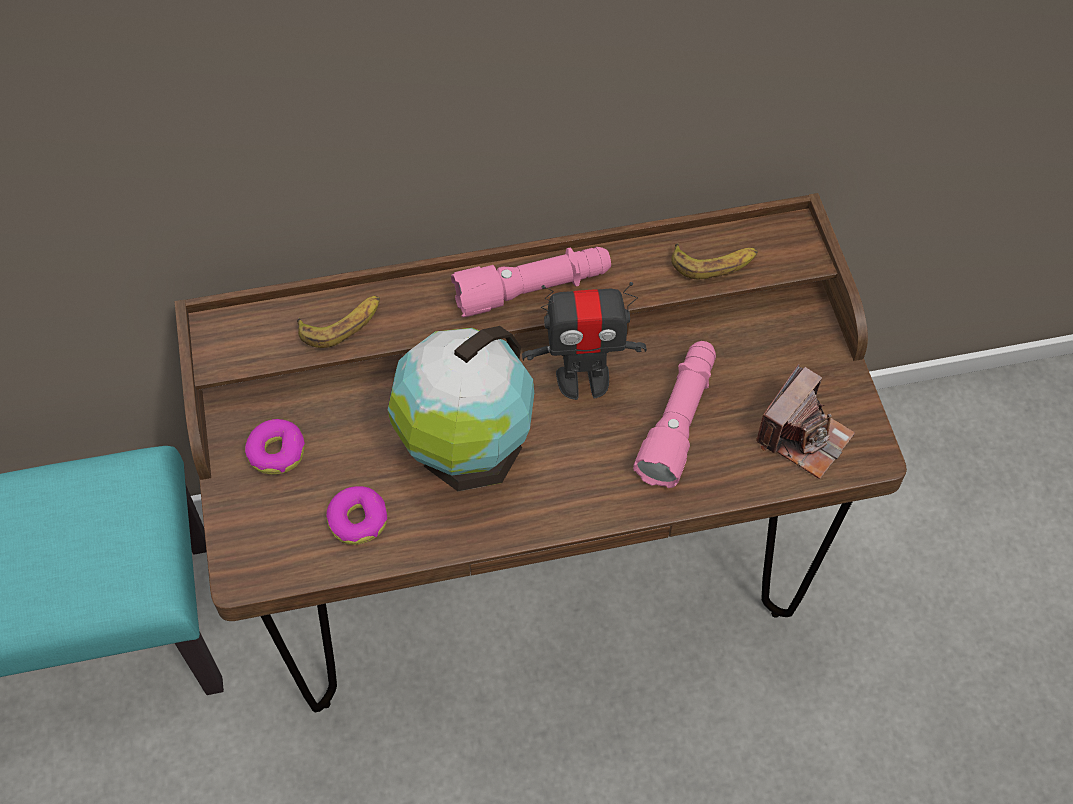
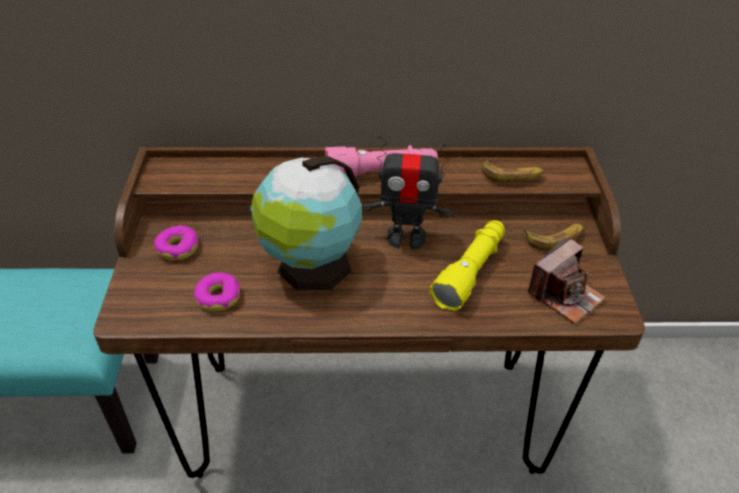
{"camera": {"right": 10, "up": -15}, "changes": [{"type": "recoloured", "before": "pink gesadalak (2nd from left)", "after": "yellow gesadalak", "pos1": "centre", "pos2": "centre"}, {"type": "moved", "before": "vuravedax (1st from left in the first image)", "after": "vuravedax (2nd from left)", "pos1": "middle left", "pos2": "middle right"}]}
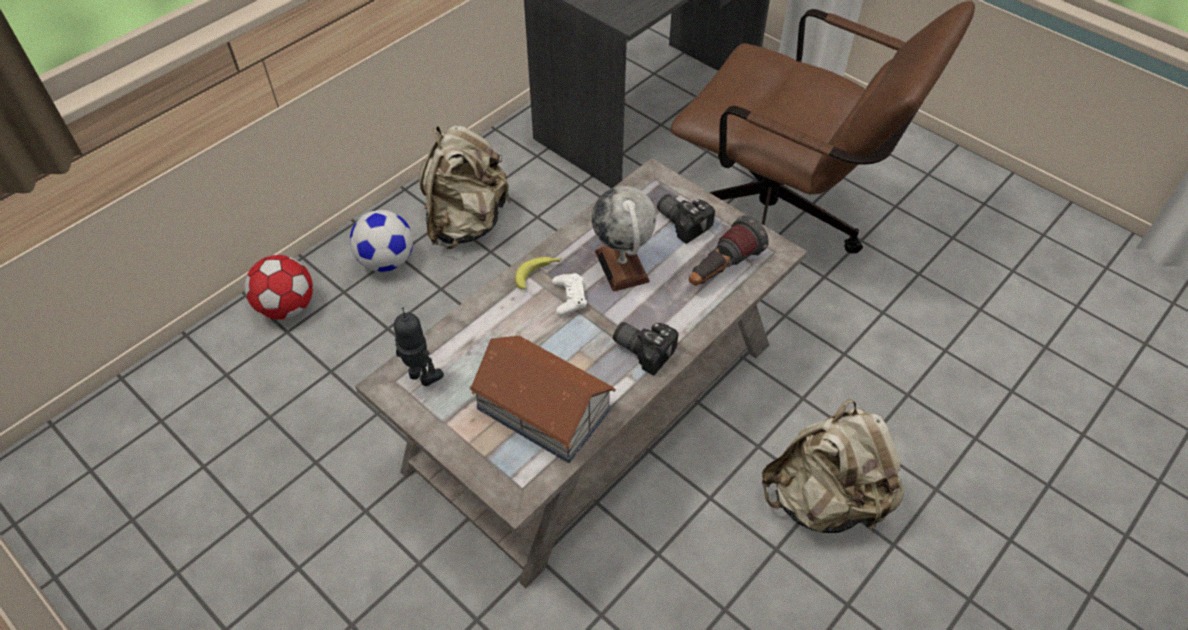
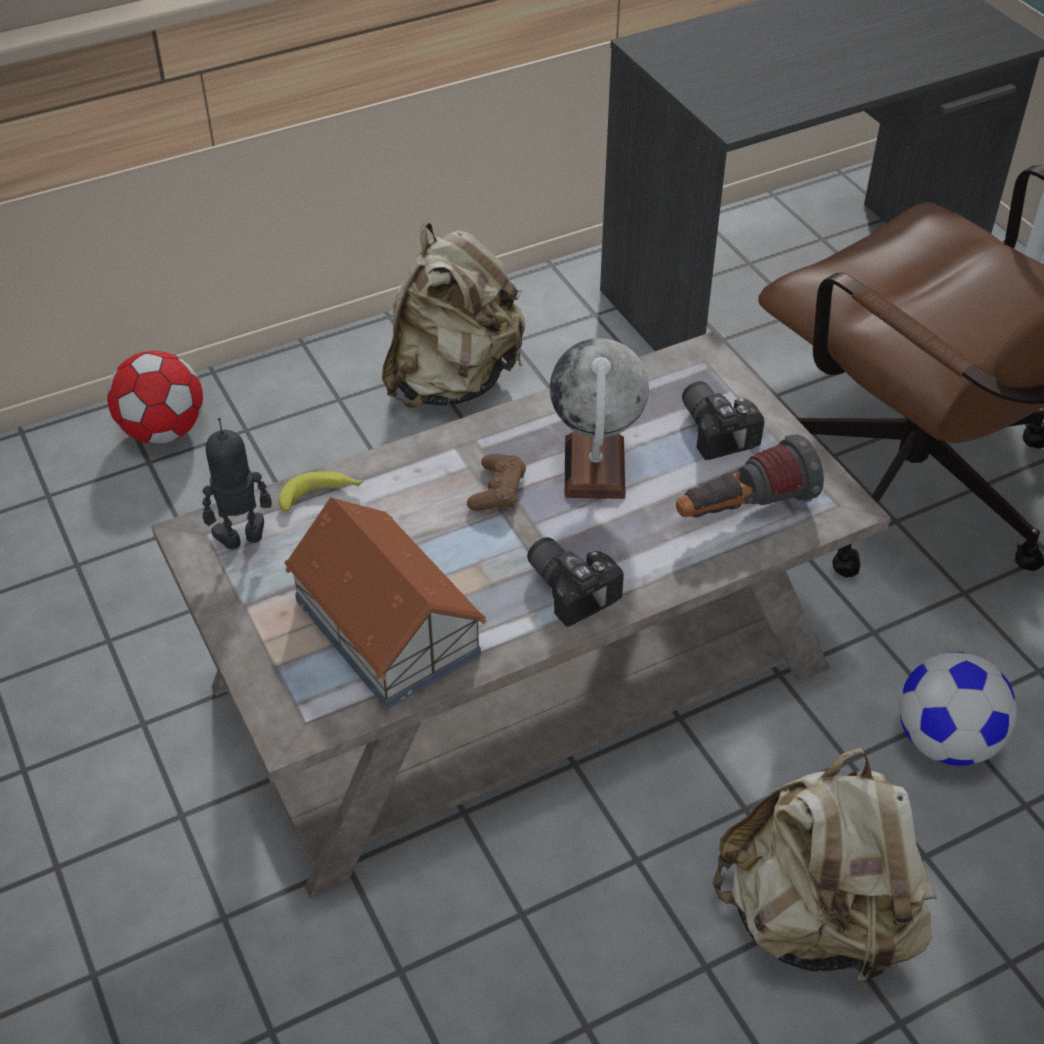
{"camera": {"right": 20, "up": -5}, "changes": [{"type": "turned", "before": "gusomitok", "pos1": "centre", "pos2": "middle left", "turn": -75}, {"type": "moved", "before": "vuravedax", "pos1": "centre", "pos2": "middle left"}, {"type": "recoloured", "before": "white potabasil", "after": "brown potabasil", "pos1": "centre", "pos2": "centre"}, {"type": "moved", "before": "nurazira (2nd from left)", "pos1": "middle left", "pos2": "bottom right"}]}
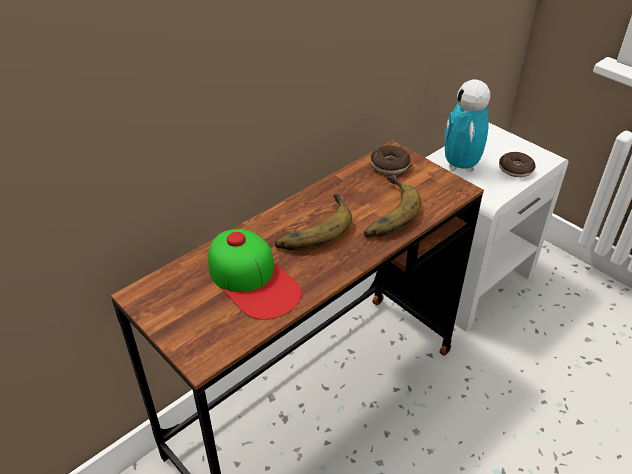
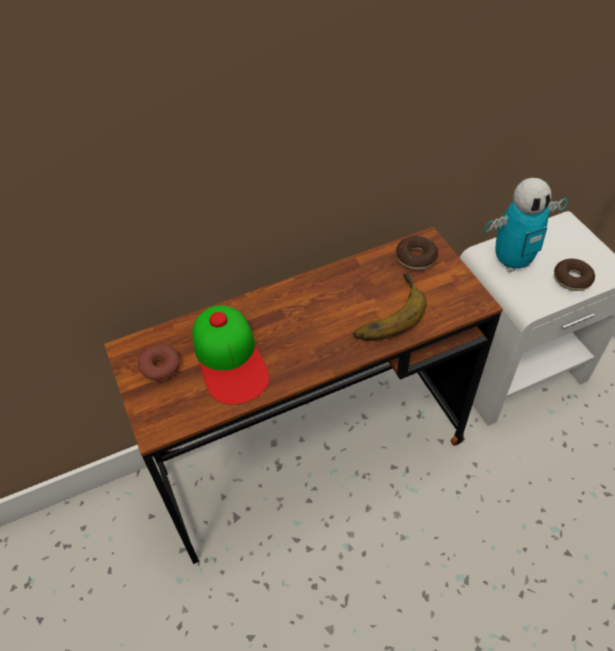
{"camera": {"right": 20, "up": 10}, "changes": [{"type": "added", "after": "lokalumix (1st from left)", "pos2": "middle left"}, {"type": "turned", "before": "gusomitok", "pos1": "top right", "pos2": "middle right", "turn": -135}, {"type": "removed", "before": "vuravedax (1st from left)", "pos1": "centre"}]}
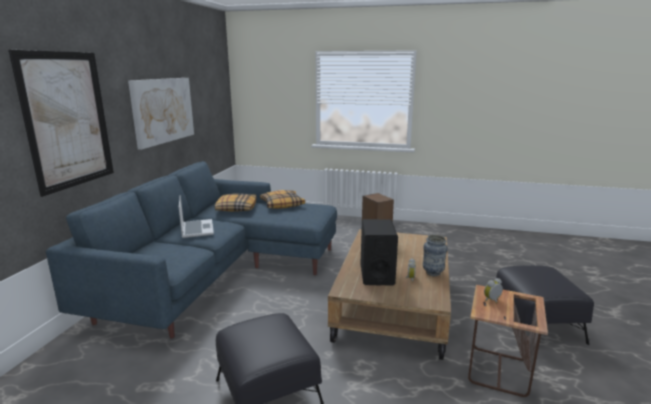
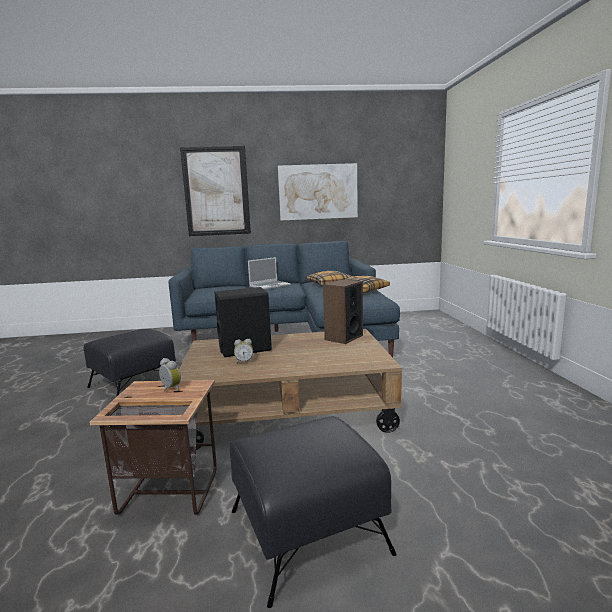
{"camera": {"right": 70, "up": -5}, "changes": [{"type": "removed", "before": "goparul", "pos1": "middle right"}]}
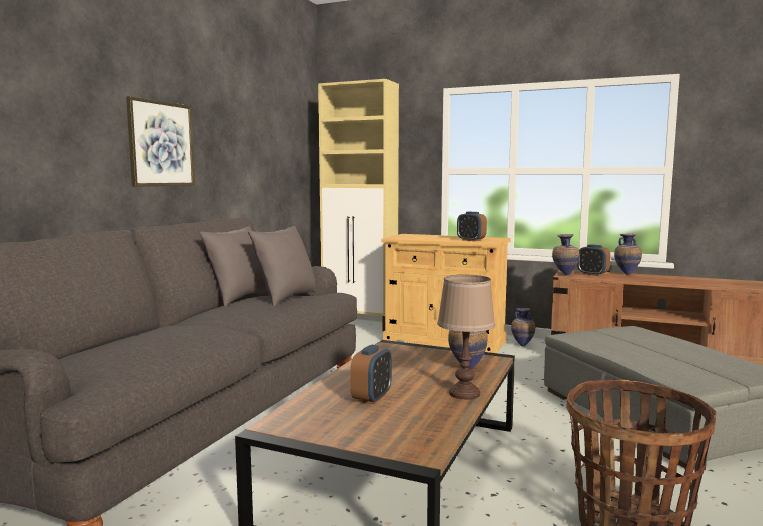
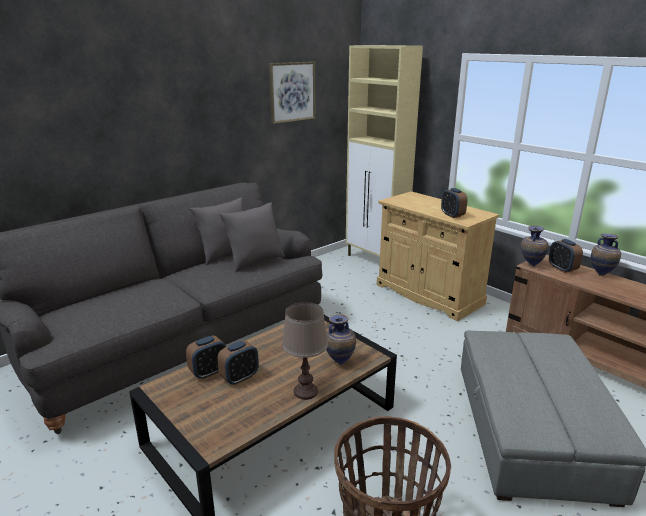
{"camera": {"right": 25, "up": 15}, "changes": [{"type": "added", "after": "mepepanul (1st from left)", "pos2": "bottom left"}, {"type": "moved", "before": "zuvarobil", "pos1": "top left", "pos2": "top centre"}, {"type": "removed", "before": "goparul (2nd from left)", "pos1": "middle right"}]}
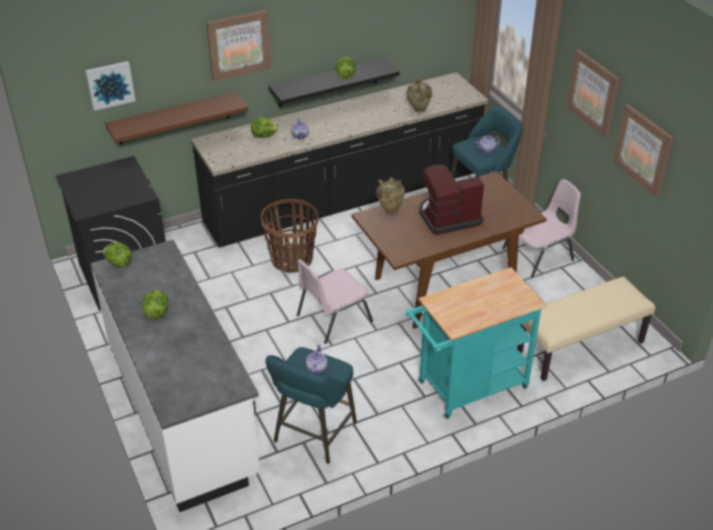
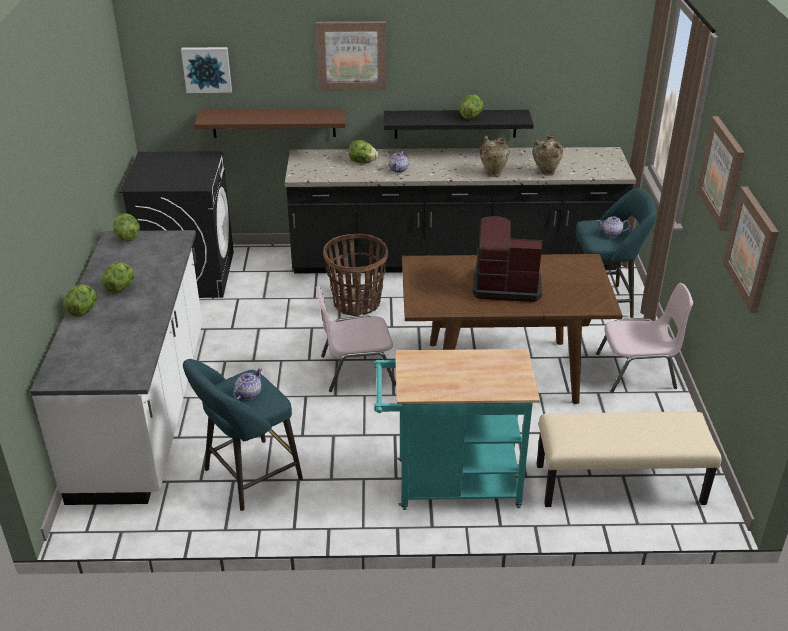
{"camera": {"right": 25, "up": -5}, "changes": [{"type": "added", "after": "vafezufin (1st from left)", "pos2": "middle left"}, {"type": "moved", "before": "beige goparul (1st from left)", "pos1": "centre", "pos2": "top centre"}]}
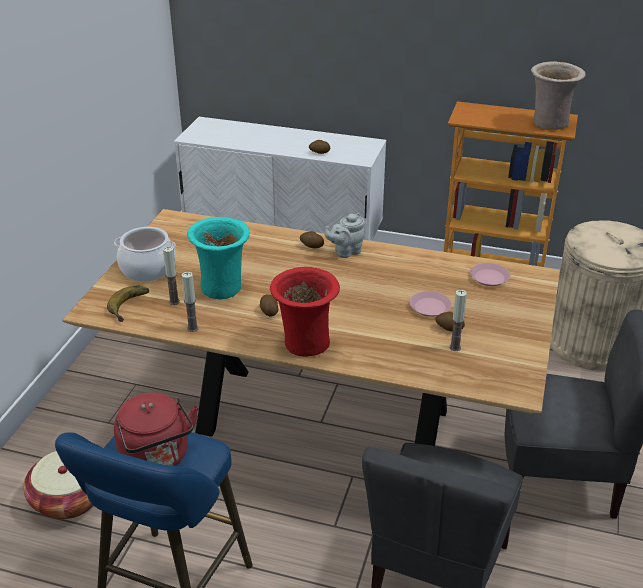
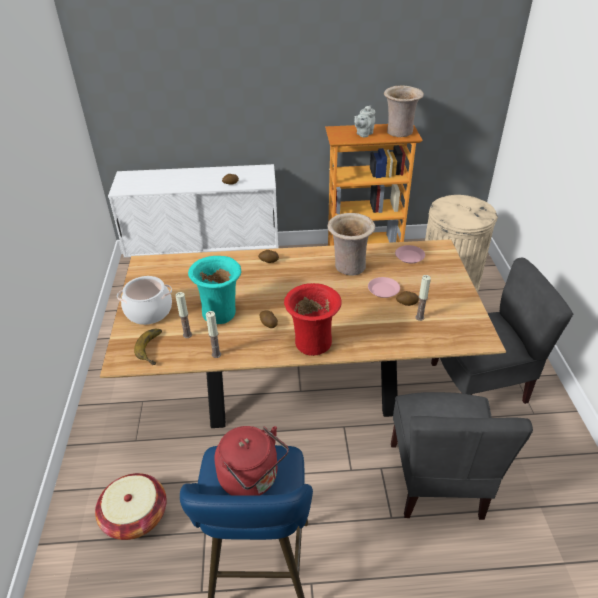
{"camera": {"right": -20, "up": 5}, "changes": [{"type": "added", "after": "beige goparul (1st from left)", "pos2": "centre"}, {"type": "moved", "before": "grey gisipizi", "pos1": "centre", "pos2": "top centre"}]}
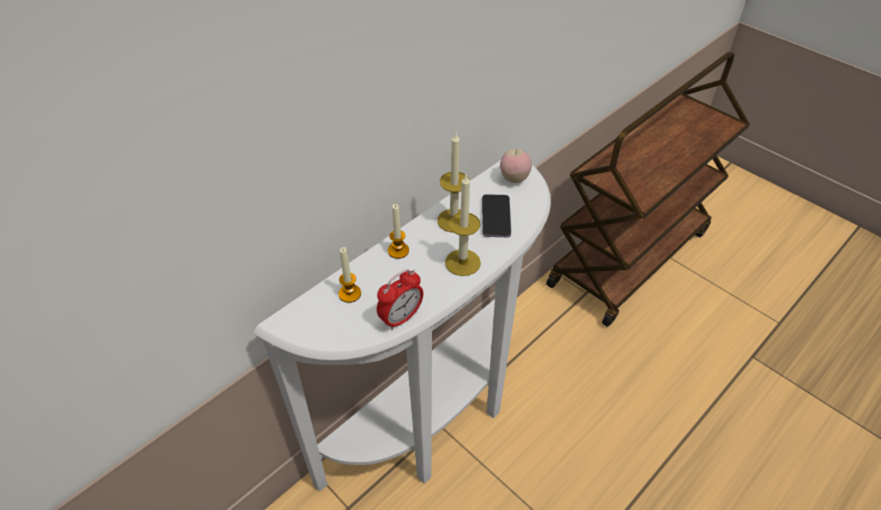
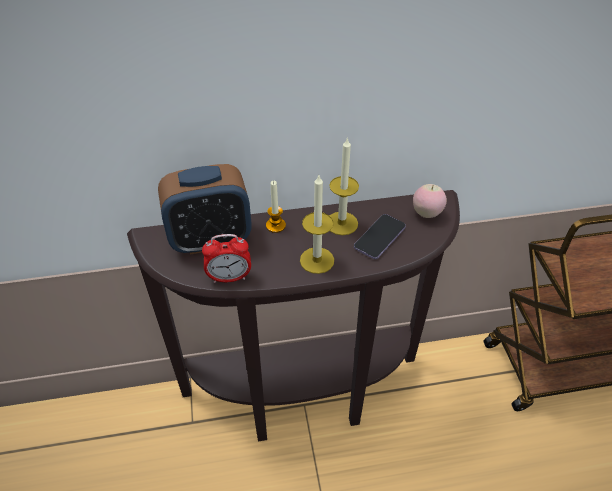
{"camera": {"right": 35, "up": 0}, "changes": [{"type": "recoloured", "before": "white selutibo", "after": "brown selutibo", "pos1": "centre", "pos2": "centre"}, {"type": "replaced", "before": "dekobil (1st from left)", "after": "mepepanul (1st from left)", "pos1": "centre", "pos2": "centre"}]}
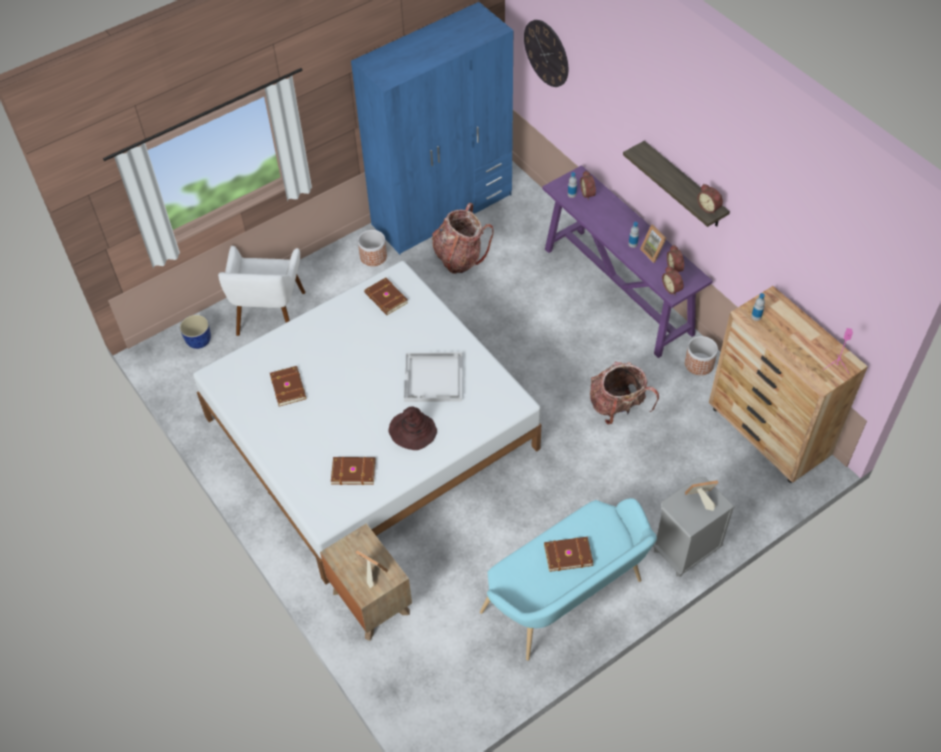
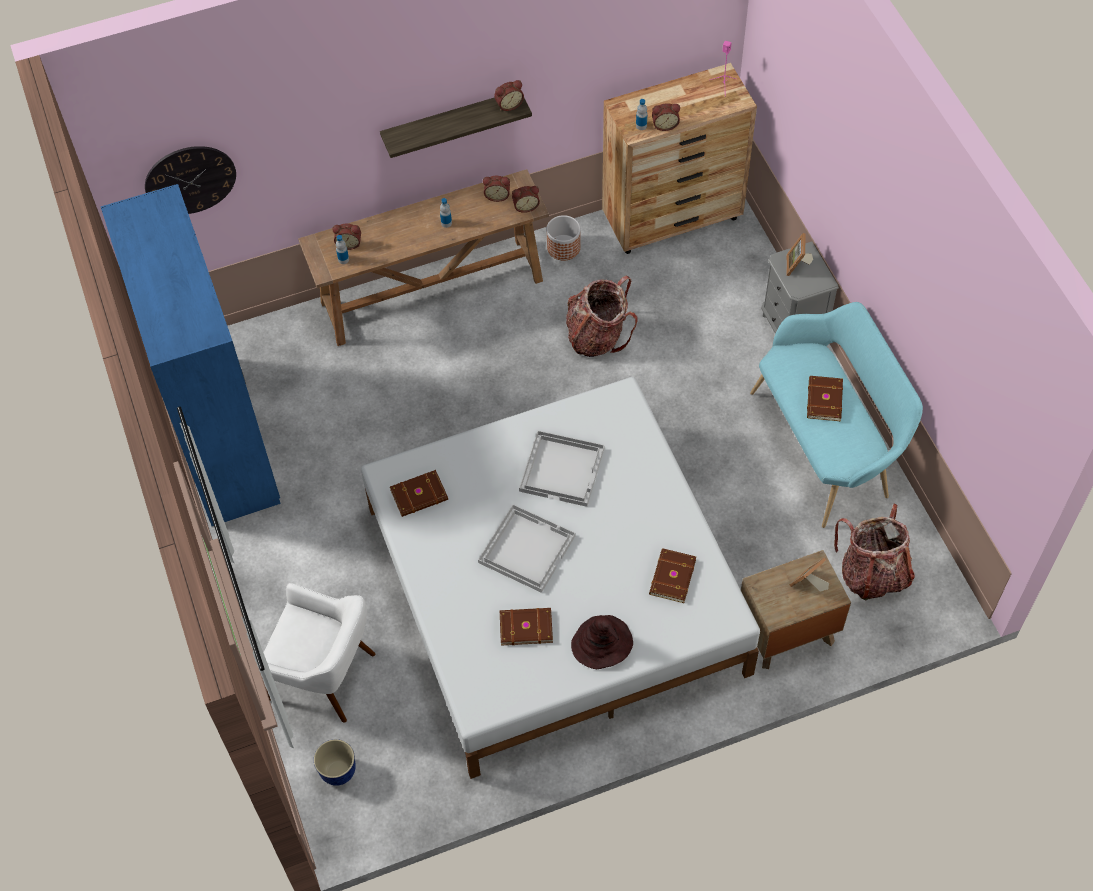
{"camera": {"right": -75, "up": 5}, "changes": [{"type": "recoloured", "before": "purple selutibo", "after": "brown selutibo", "pos1": "centre", "pos2": "top centre"}, {"type": "added", "after": "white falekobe (1st from left)", "pos2": "centre"}, {"type": "moved", "before": "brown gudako", "pos1": "centre", "pos2": "bottom centre"}, {"type": "added", "after": "mepepanul (5th from left)", "pos2": "top centre"}, {"type": "moved", "before": "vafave (1st from left in the first image)", "after": "vafave (2nd from left)", "pos1": "top centre", "pos2": "middle right"}, {"type": "removed", "before": "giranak (2nd from left)", "pos1": "top centre"}, {"type": "removed", "before": "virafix (2nd from left)", "pos1": "top right"}]}
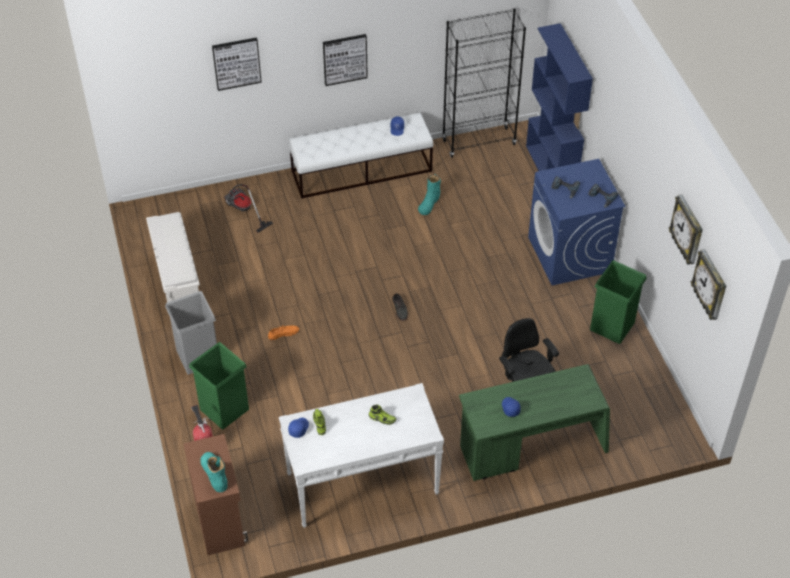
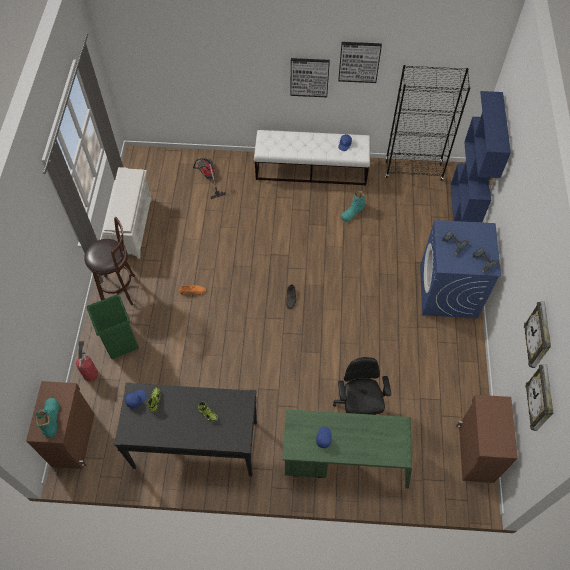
{"camera": {"right": 20, "up": 10}, "changes": [{"type": "replaced", "before": "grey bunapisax", "after": "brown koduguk", "pos1": "middle left", "pos2": "middle left"}, {"type": "recoloured", "before": "white selutibo", "after": "black selutibo", "pos1": "bottom centre", "pos2": "bottom left"}, {"type": "moved", "before": "zuvarobil (1st from left in the first image)", "after": "zuvarobil (2nd from left)", "pos1": "top left", "pos2": "top centre"}, {"type": "added", "after": "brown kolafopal (2nd from left)", "pos2": "bottom right"}, {"type": "removed", "before": "green bunapisax (2nd from left)", "pos1": "middle right"}]}
